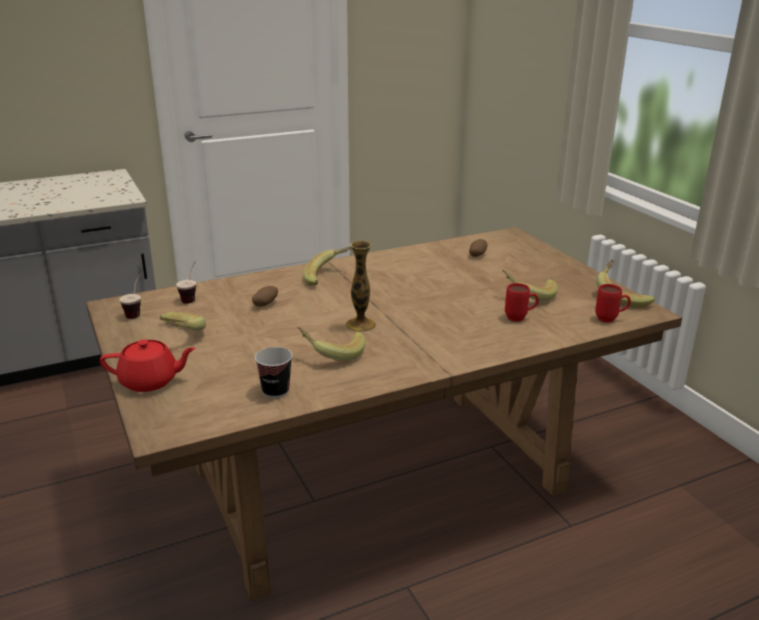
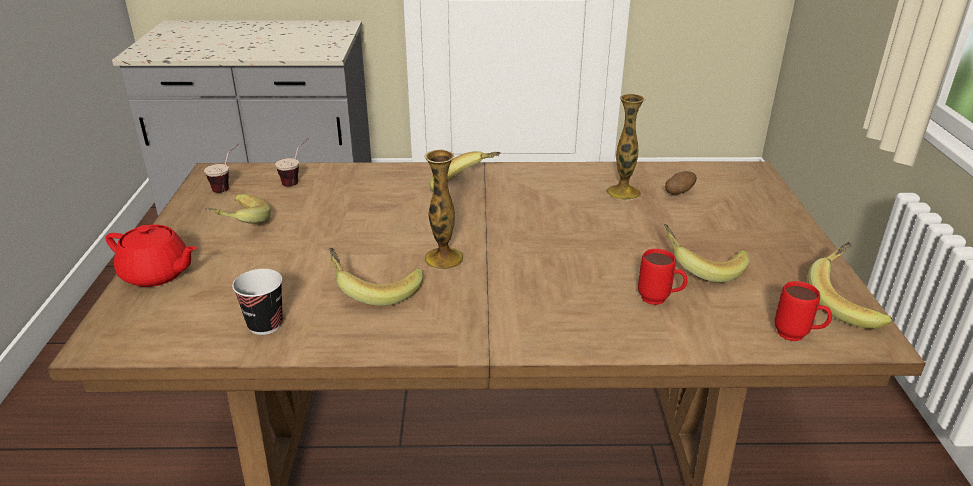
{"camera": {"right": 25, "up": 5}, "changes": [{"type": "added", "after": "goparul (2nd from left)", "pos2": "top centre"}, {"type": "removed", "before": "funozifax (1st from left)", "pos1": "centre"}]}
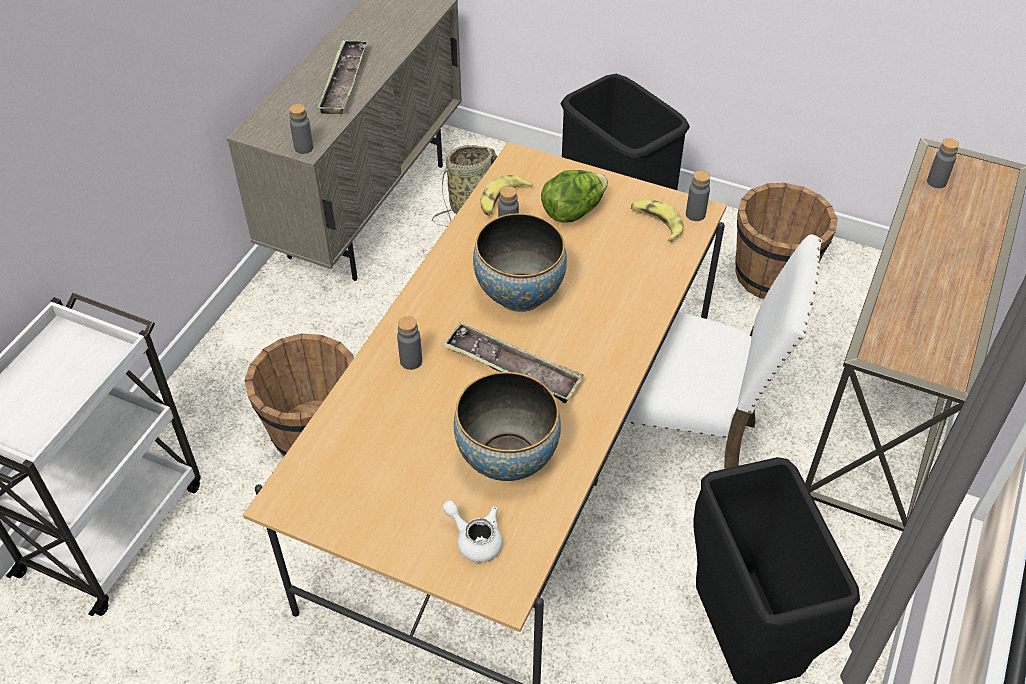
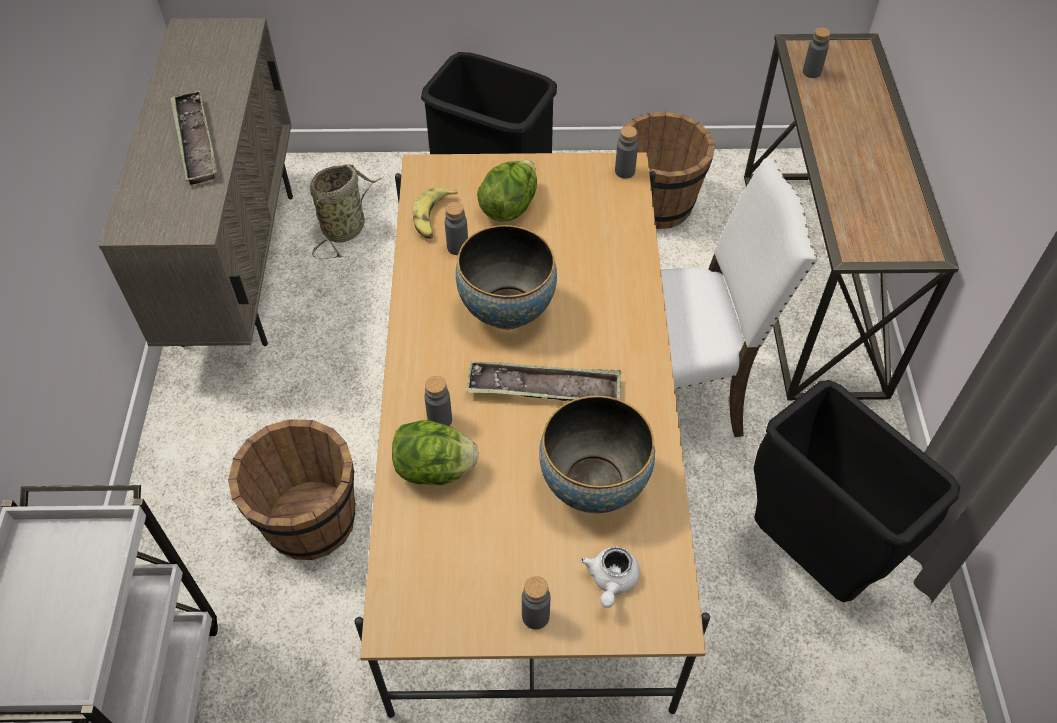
{"camera": {"right": -25, "up": 5}, "changes": [{"type": "added", "after": "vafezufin (1st from left)", "pos2": "centre"}, {"type": "moved", "before": "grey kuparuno (1st from left in the first image)", "after": "grey kuparuno (3rd from left)", "pos1": "top left", "pos2": "bottom centre"}, {"type": "turned", "before": "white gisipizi", "pos1": "bottom centre", "pos2": "bottom centre", "turn": -90}, {"type": "removed", "before": "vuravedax (2nd from left)", "pos1": "top centre"}]}
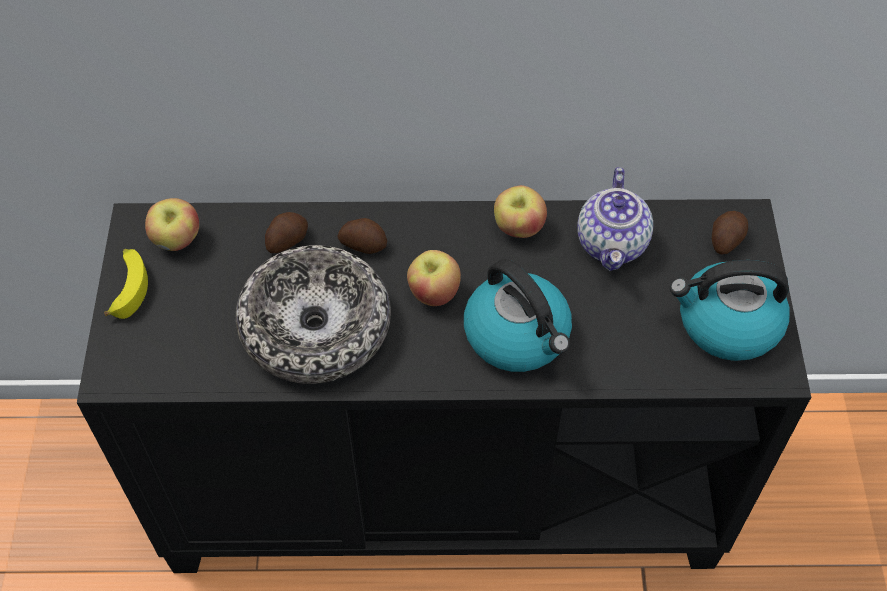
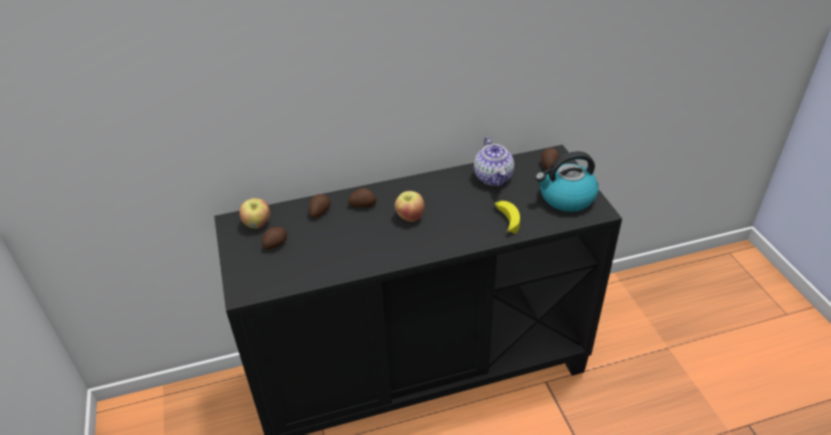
{"camera": {"right": -15, "up": -15}, "changes": [{"type": "added", "after": "funozifax (1st from left)", "pos2": "middle left"}, {"type": "moved", "before": "vuravedax", "pos1": "middle left", "pos2": "centre"}, {"type": "removed", "before": "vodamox", "pos1": "centre"}, {"type": "removed", "before": "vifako (1st from left)", "pos1": "centre"}, {"type": "removed", "before": "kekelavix (3rd from left)", "pos1": "centre"}]}
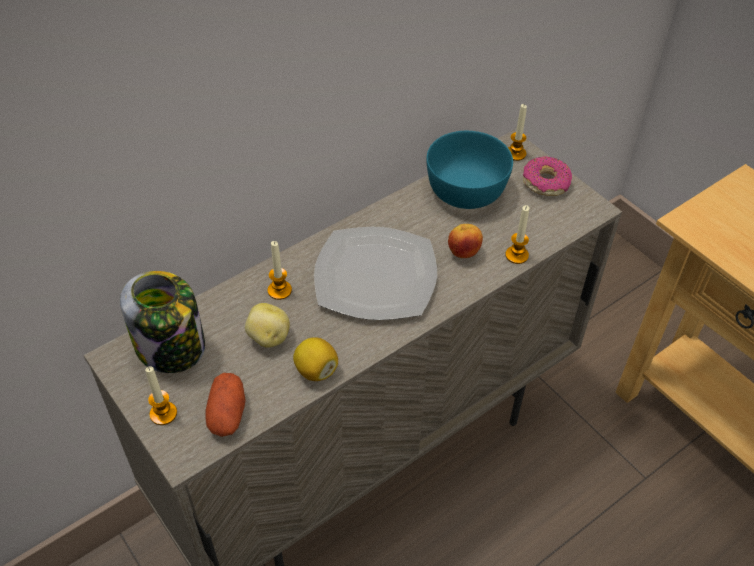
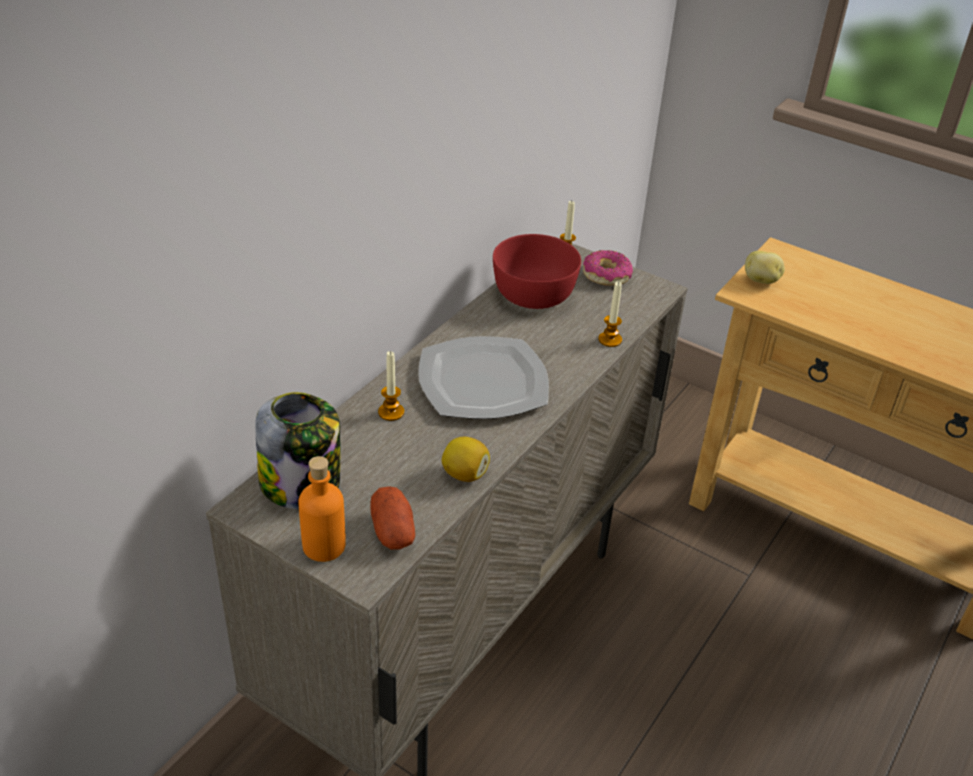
{"camera": {"right": -20, "up": -10}, "changes": [{"type": "replaced", "before": "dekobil (1st from left)", "after": "orange kuparuno", "pos1": "bottom left", "pos2": "middle left"}, {"type": "recoloured", "before": "turquoise vodamox", "after": "red vodamox", "pos1": "top centre", "pos2": "centre"}, {"type": "moved", "before": "funozifax (2nd from left)", "pos1": "centre", "pos2": "middle right"}, {"type": "removed", "before": "kekelavix", "pos1": "centre"}]}
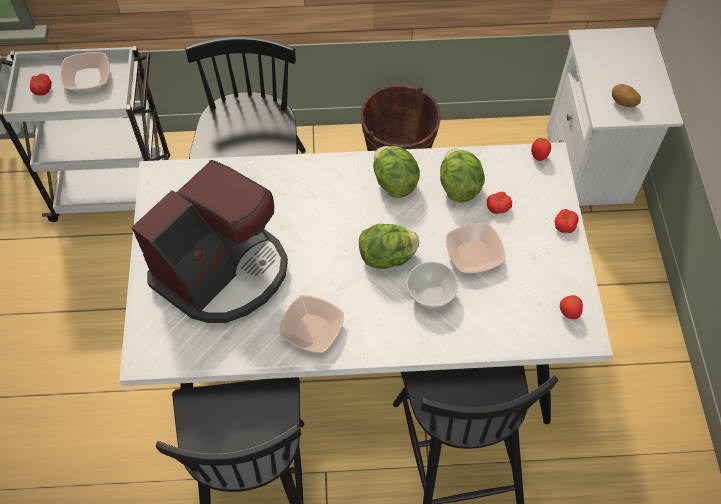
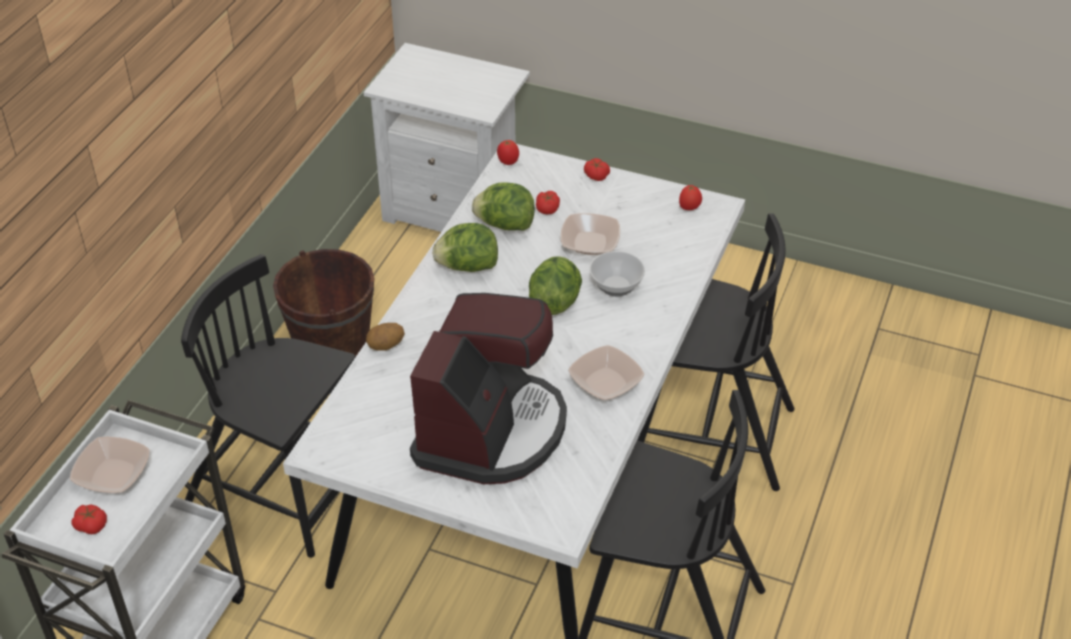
{"camera": {"right": -65, "up": -15}, "changes": [{"type": "moved", "before": "funozifax", "pos1": "top right", "pos2": "centre"}, {"type": "turned", "before": "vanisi", "pos1": "middle left", "pos2": "centre", "turn": 45}]}
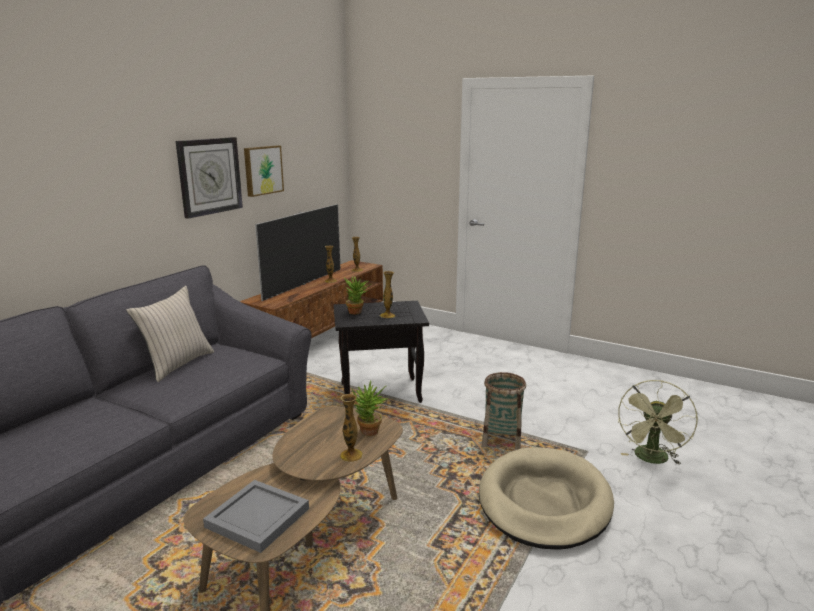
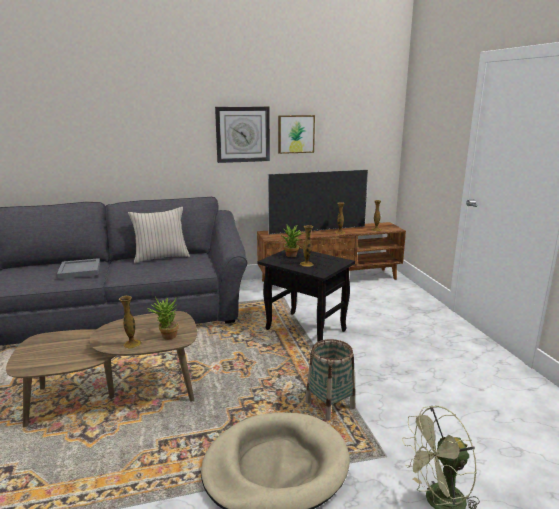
{"camera": {"right": 45, "up": 0}, "changes": [{"type": "moved", "before": "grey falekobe", "pos1": "bottom left", "pos2": "middle left"}]}
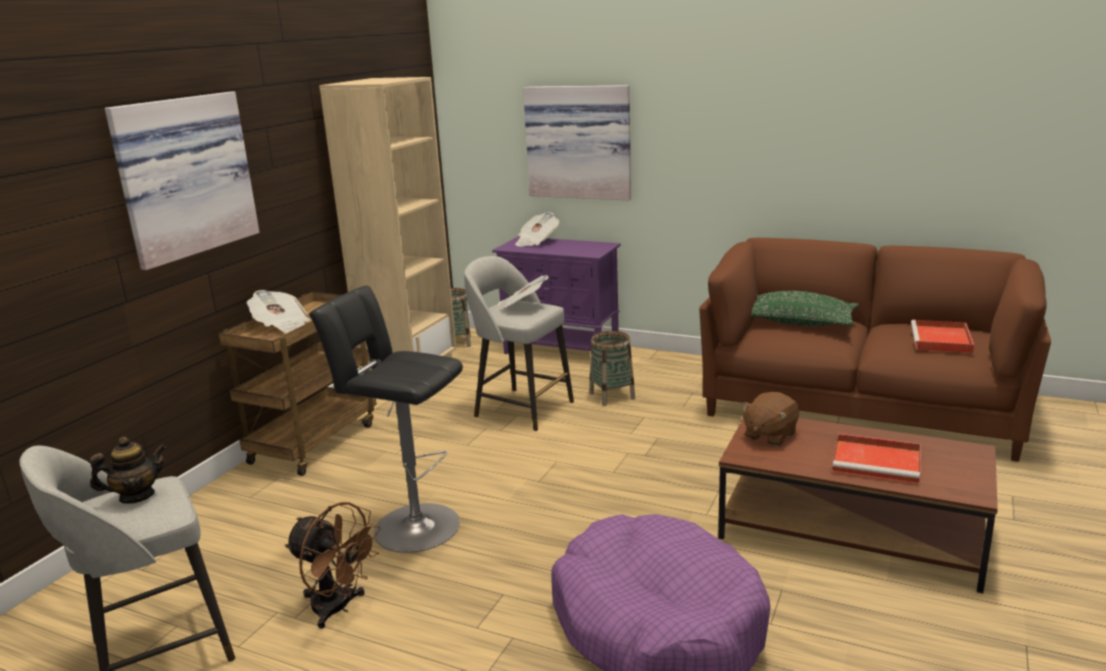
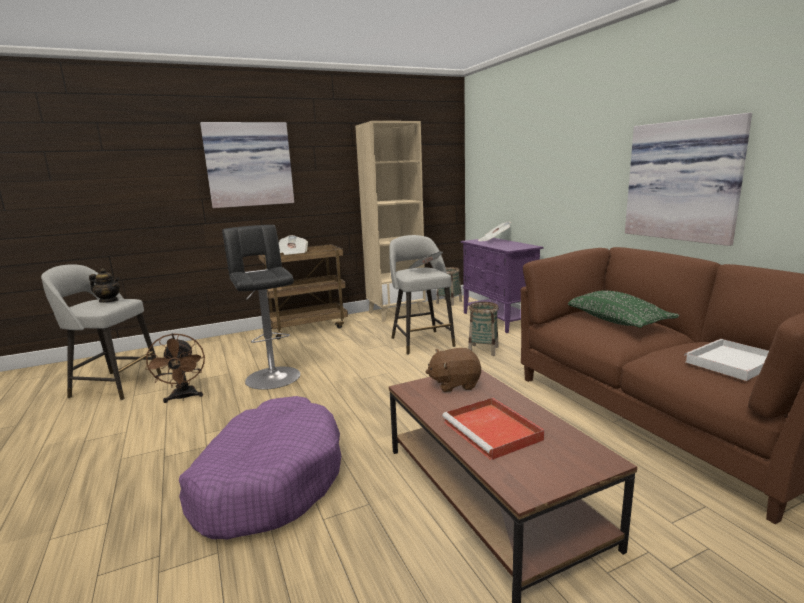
{"camera": {"right": 40, "up": -5}, "changes": [{"type": "moved", "before": "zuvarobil (2nd from left)", "pos1": "top centre", "pos2": "top right"}, {"type": "recoloured", "before": "red falekobe (2nd from left)", "after": "white falekobe", "pos1": "middle right", "pos2": "middle right"}]}
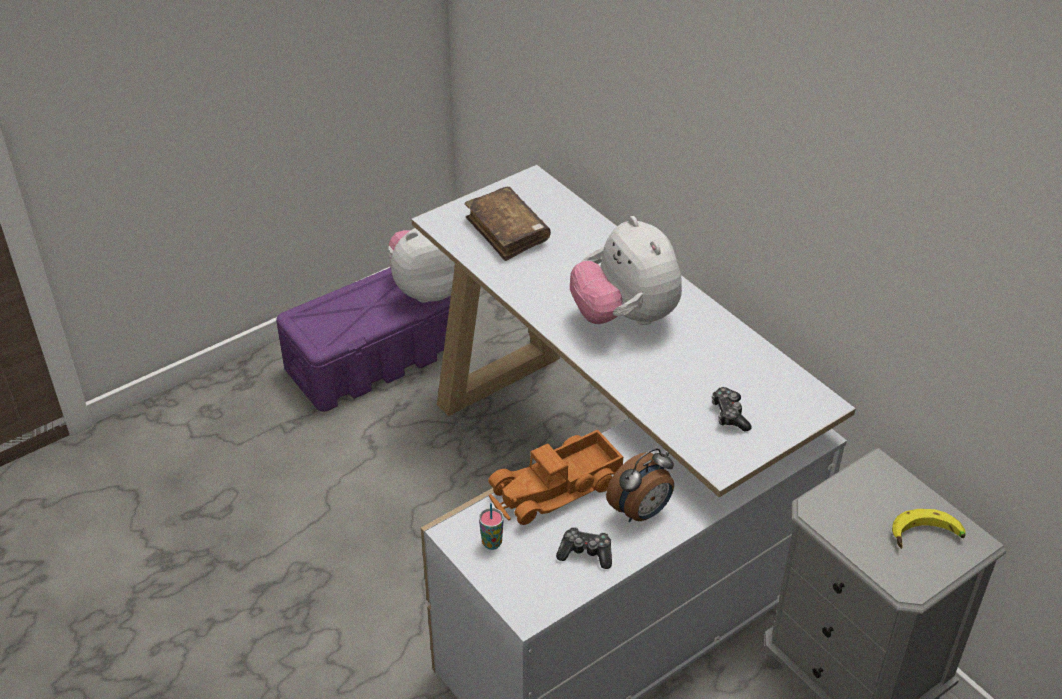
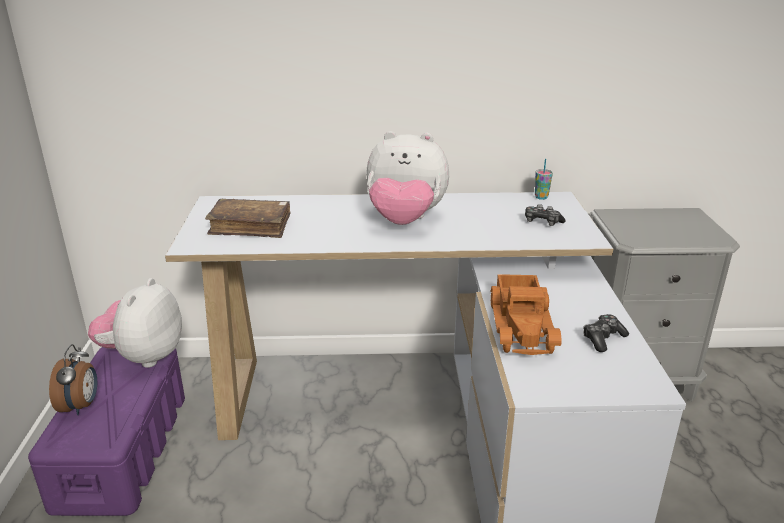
{"camera": {"right": -55, "up": -15}, "changes": [{"type": "moved", "before": "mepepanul", "pos1": "bottom centre", "pos2": "bottom left"}, {"type": "moved", "before": "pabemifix", "pos1": "bottom centre", "pos2": "middle right"}, {"type": "removed", "before": "vuravedax", "pos1": "bottom right"}]}
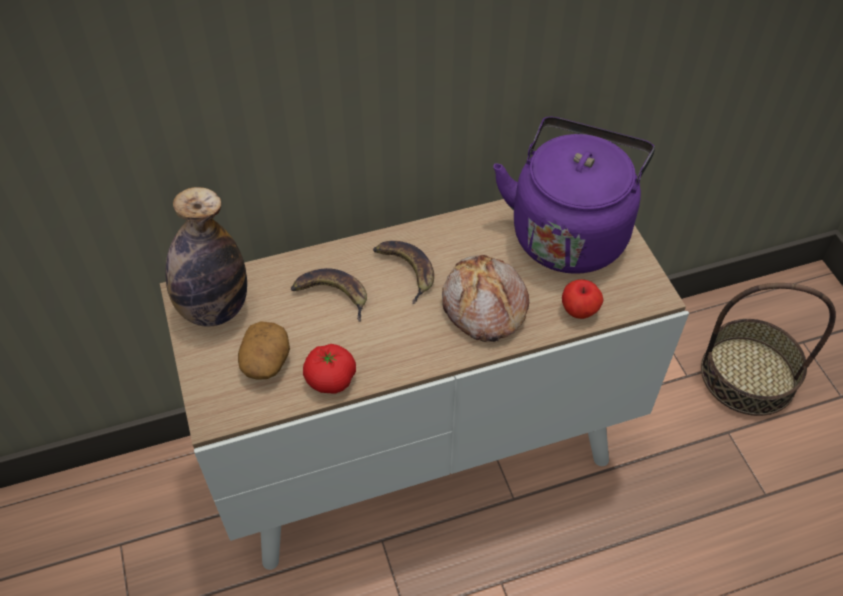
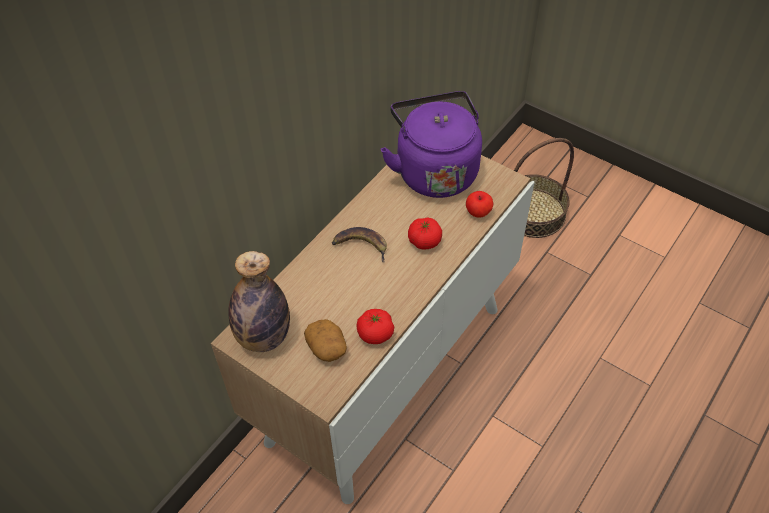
{"camera": {"right": -35, "up": 0}, "changes": [{"type": "replaced", "before": "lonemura", "after": "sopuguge (2nd from left)", "pos1": "centre", "pos2": "centre"}, {"type": "removed", "before": "vuravedax (1st from left)", "pos1": "centre"}]}
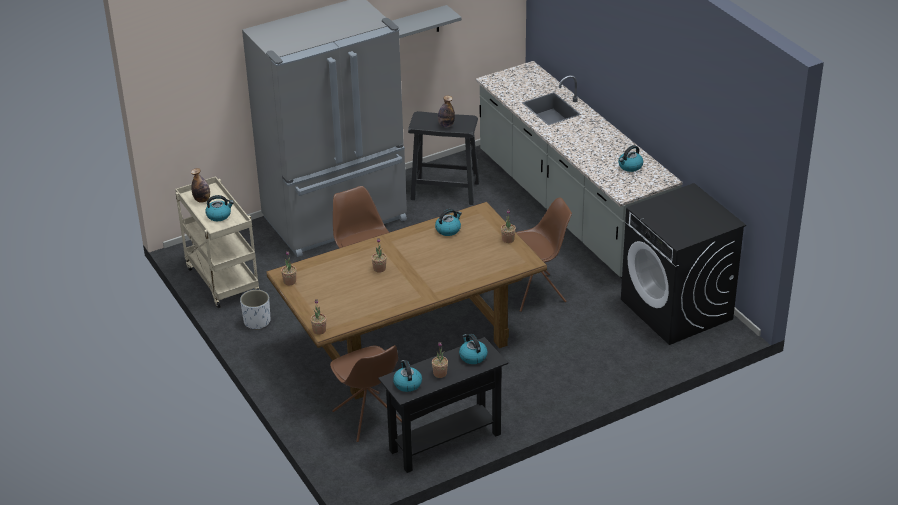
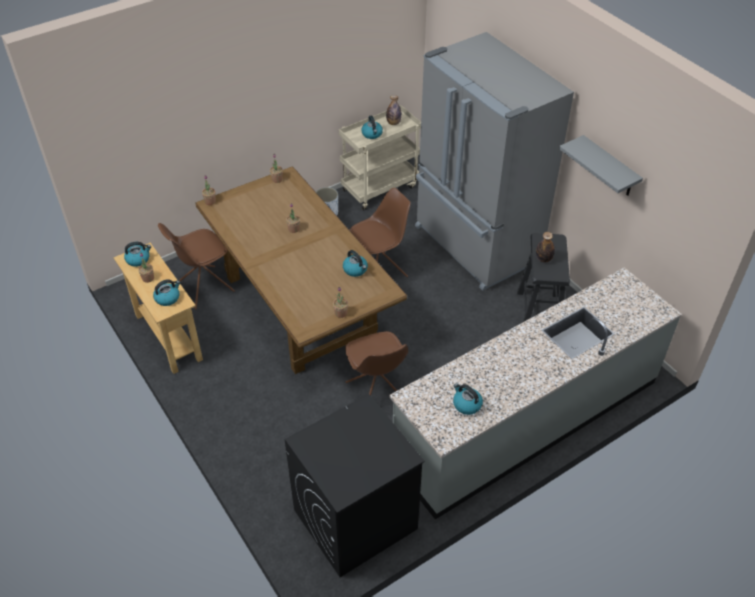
{"camera": {"right": 85, "up": 10}, "changes": [{"type": "recoloured", "before": "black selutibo", "after": "beige selutibo", "pos1": "bottom centre", "pos2": "middle left"}]}
